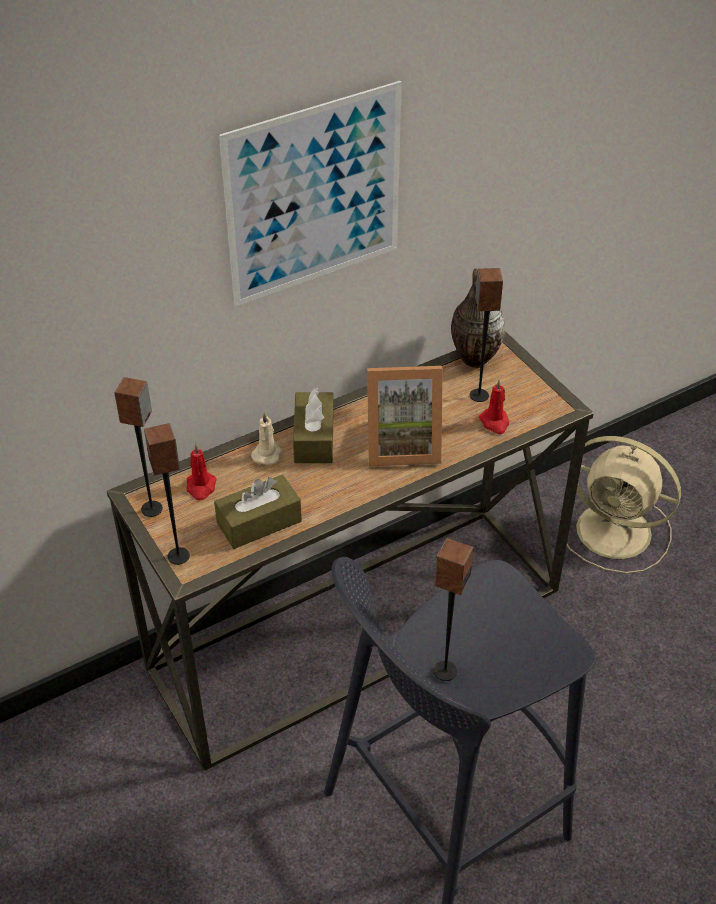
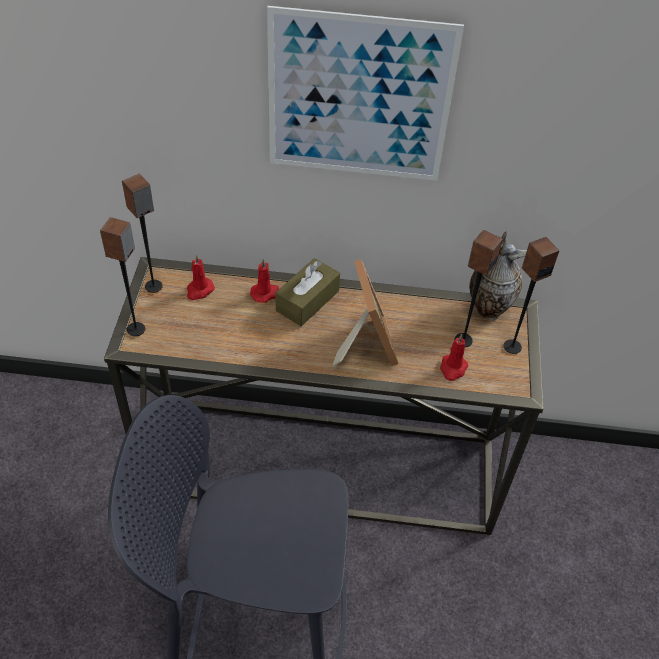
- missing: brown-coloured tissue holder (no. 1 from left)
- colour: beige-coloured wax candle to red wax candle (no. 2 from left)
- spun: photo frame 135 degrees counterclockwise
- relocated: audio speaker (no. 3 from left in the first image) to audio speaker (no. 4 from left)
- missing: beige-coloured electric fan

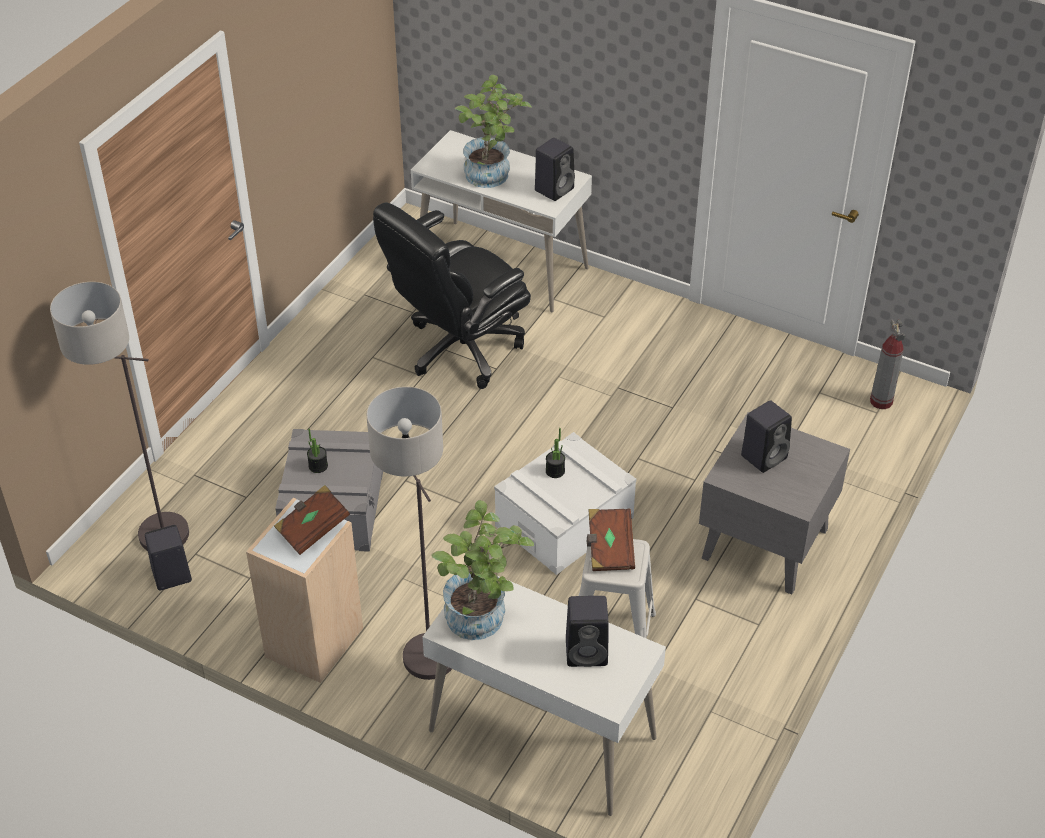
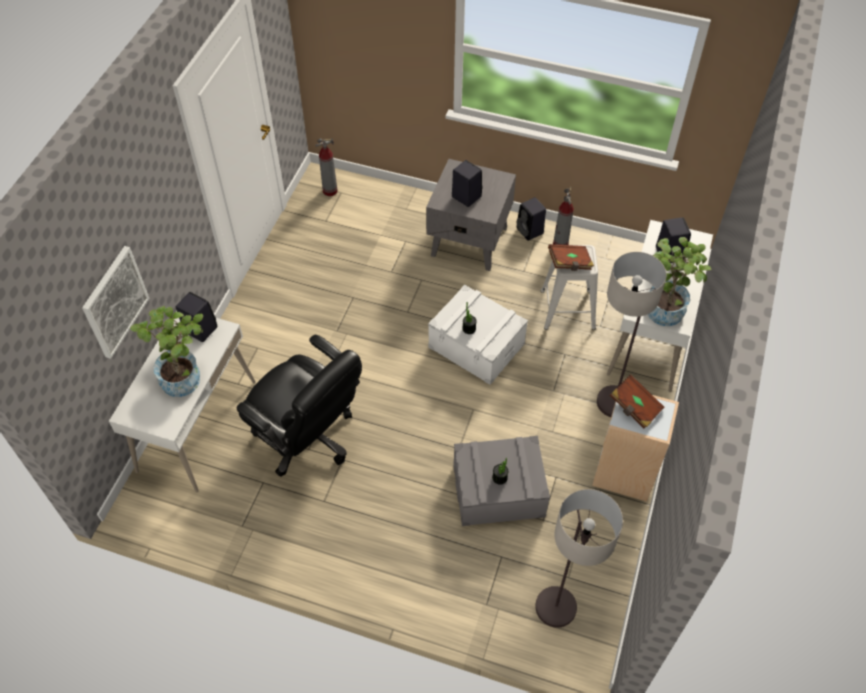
- relocated: black audio speaker (no. 1 from left in the first image) to black audio speaker (no. 3 from left)
- appeared: wall art
- appeared: fire extinguisher (no. 2 from left)

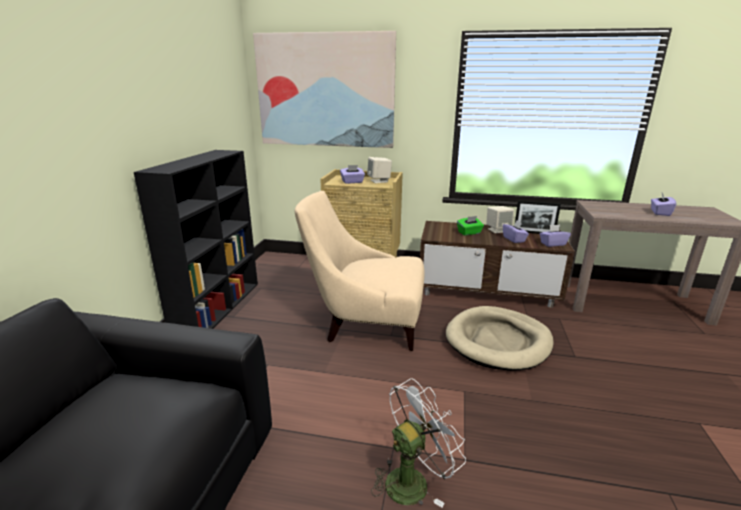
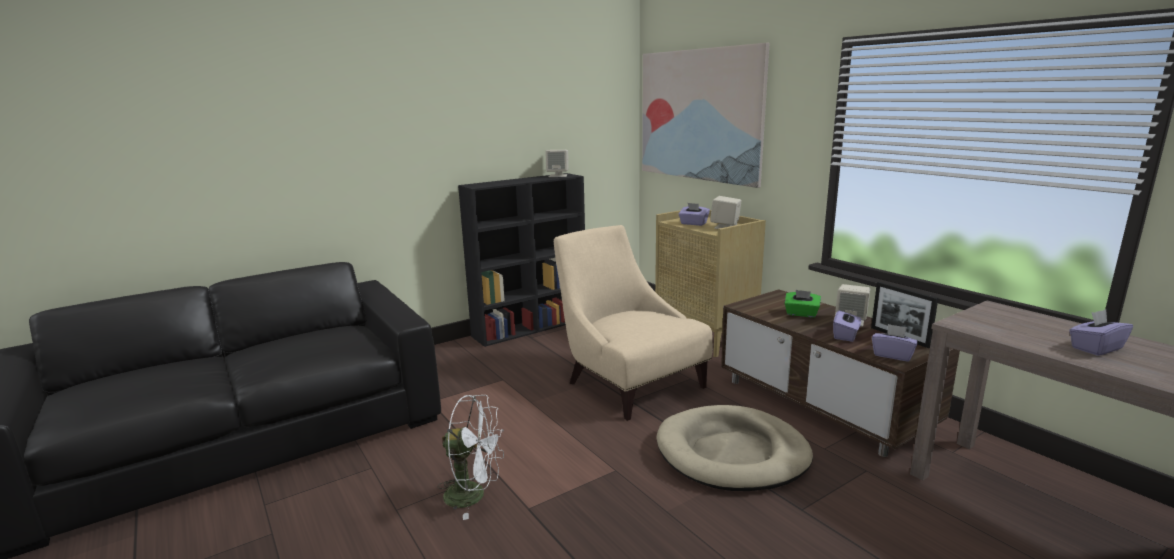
- appeared: beige-coloured audio speaker (no. 1 from left)

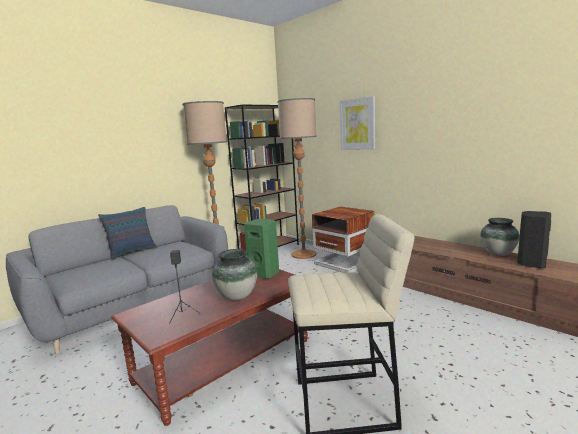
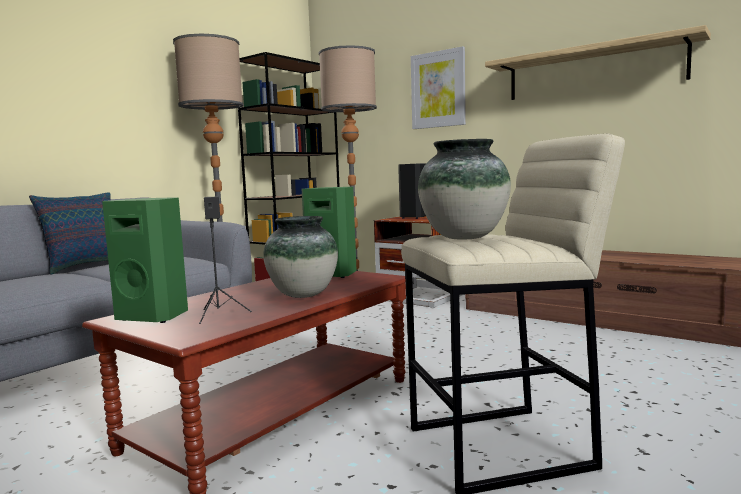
- relocated: vase (no. 2 from left)
- relocated: black audio speaker (no. 2 from left)
- appeared: greenish audio speaker (no. 1 from left)
- appeared: shelf

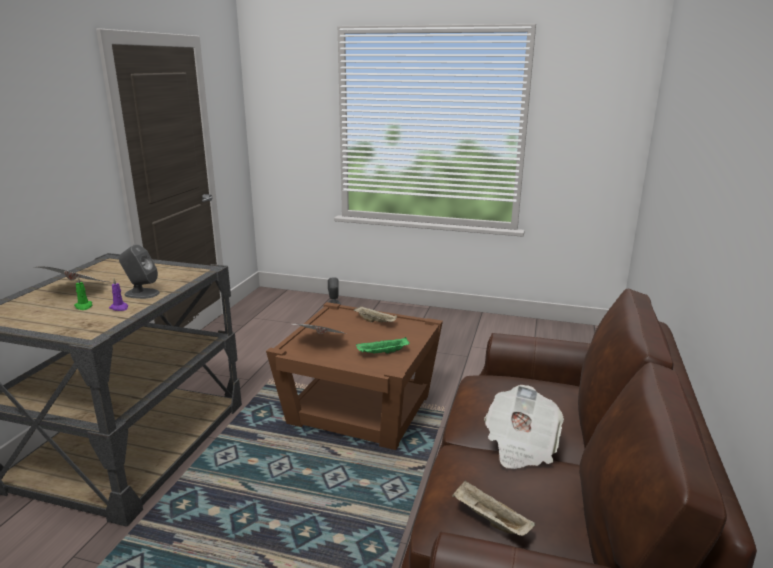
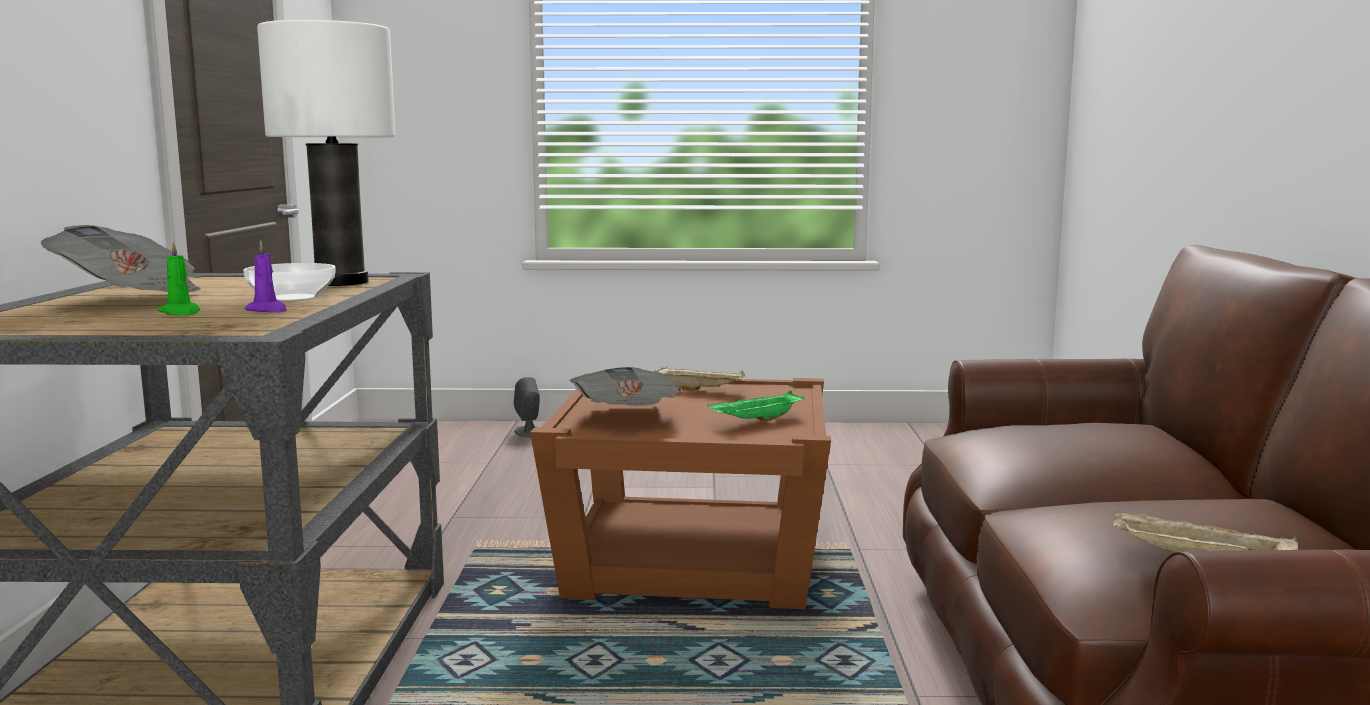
- exchanged: greyish audio speaker (no. 1 from left) to serving bowl
- missing: daily paper (no. 3 from left)
- appeared: whitish table lamp

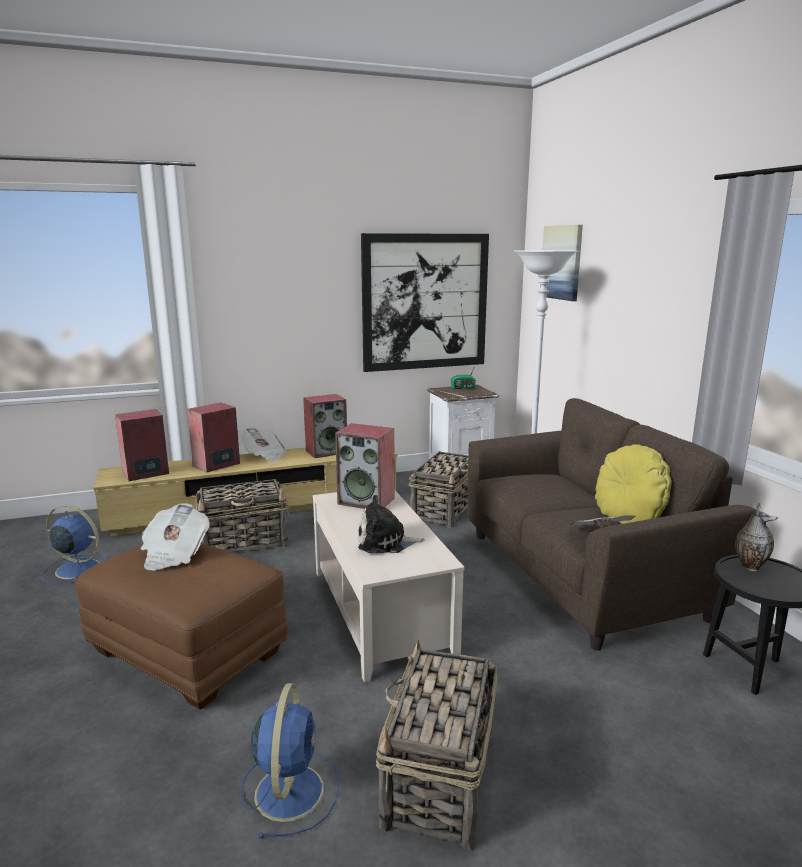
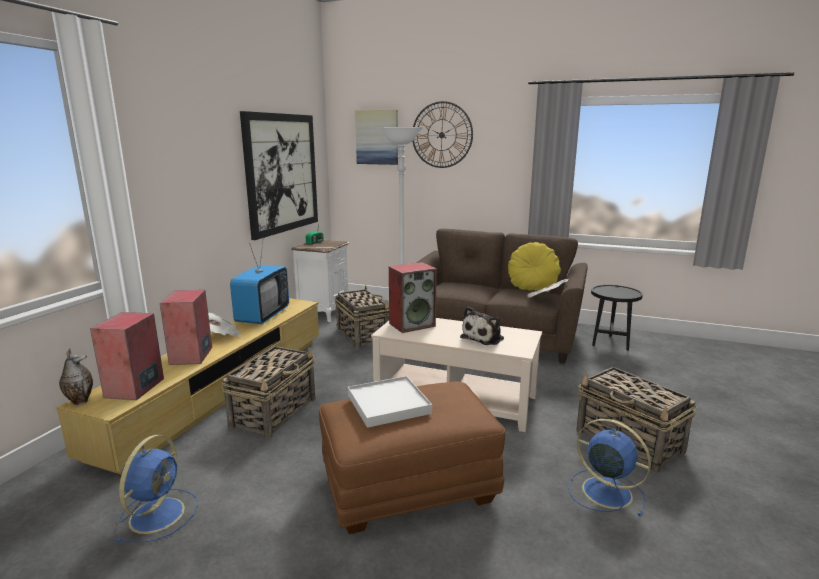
- spun: bluish electric fan (no. 1 from left) 135 degrees clockwise
- exchanged: daily paper (no. 1 from left) to whitish carrying tray
- exchanged: audio speaker (no. 3 from left) to TV set
- relocated: vase
- appeared: clock on the wall

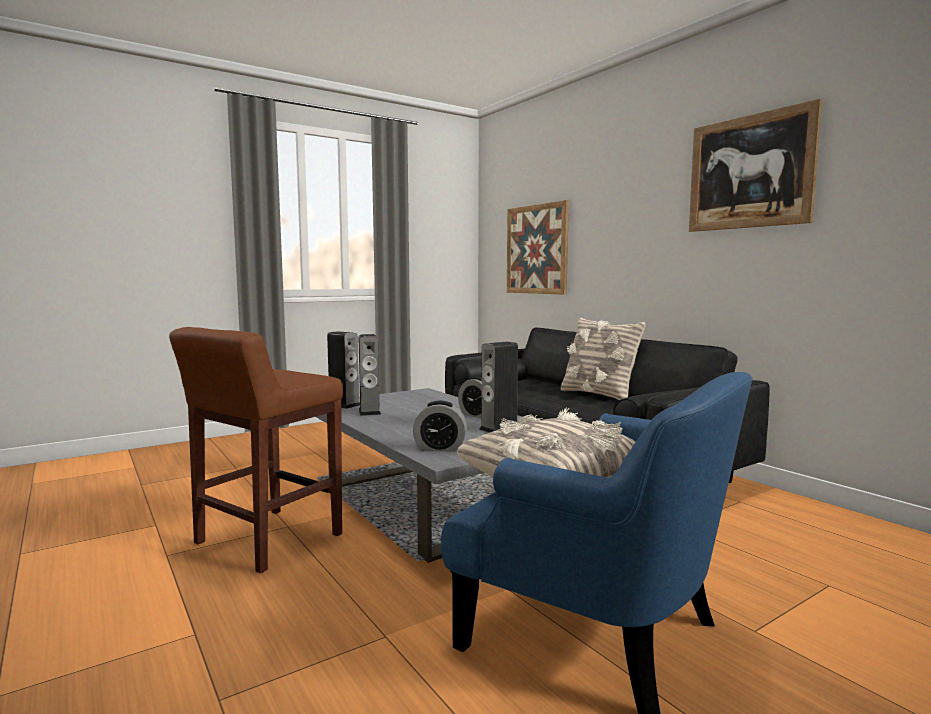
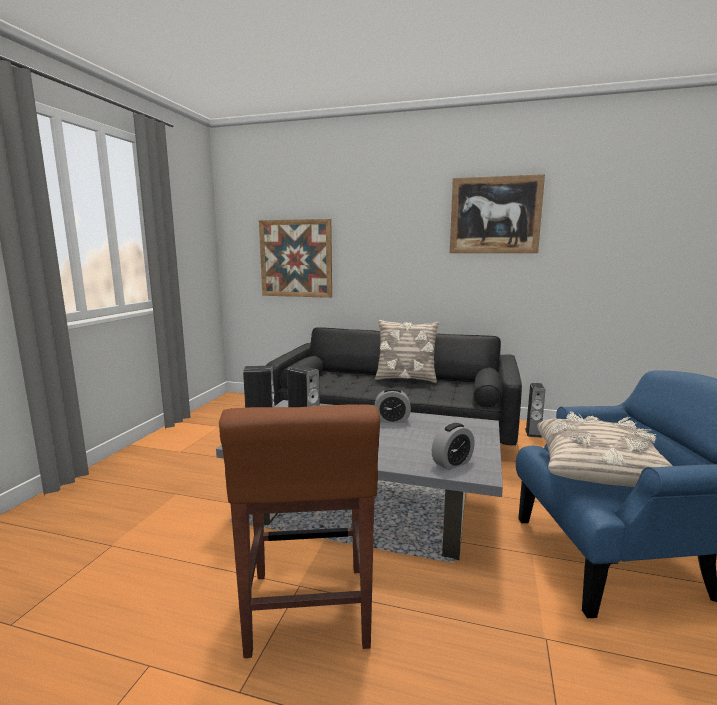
- relocated: audio speaker (no. 3 from left)

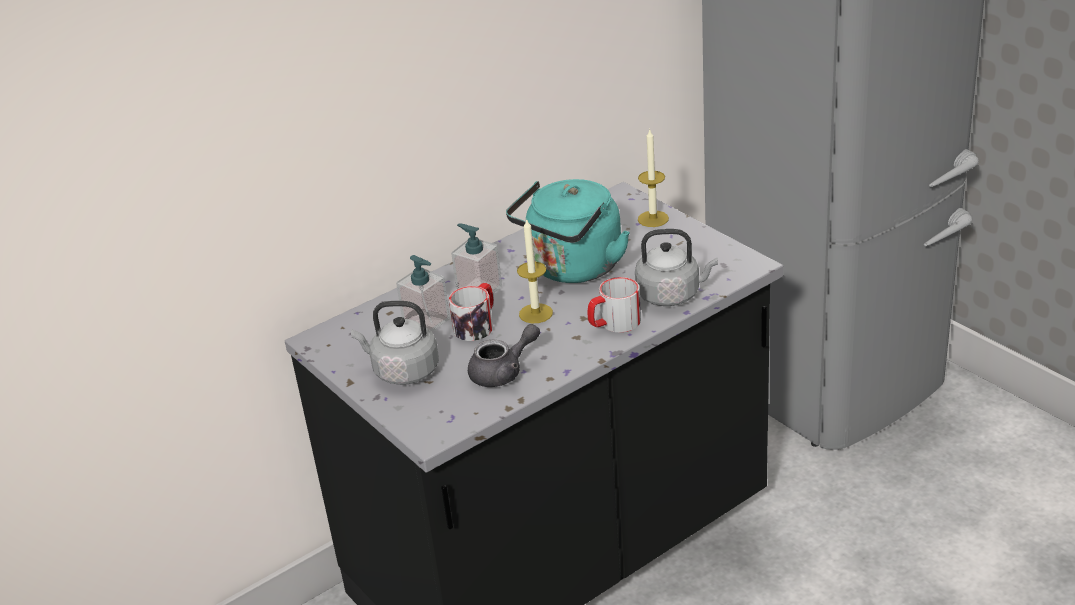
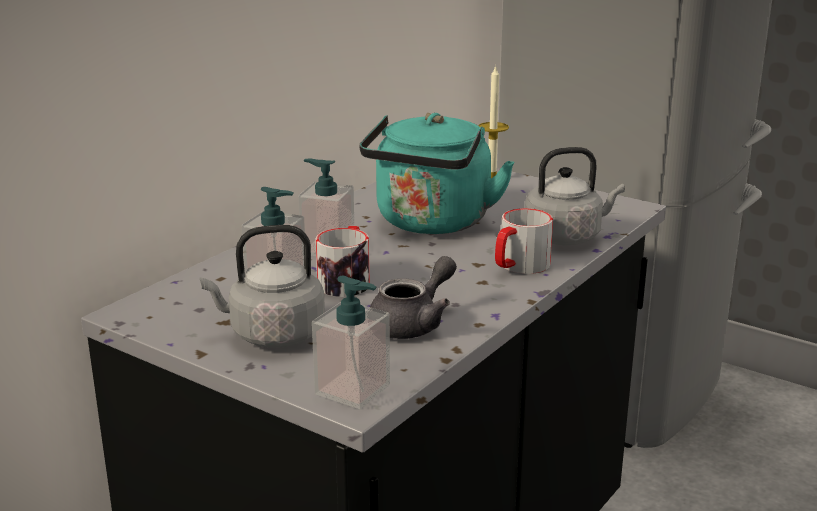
- missing: wax candle (no. 1 from left)
- appeared: soap bottle (no. 3 from left)

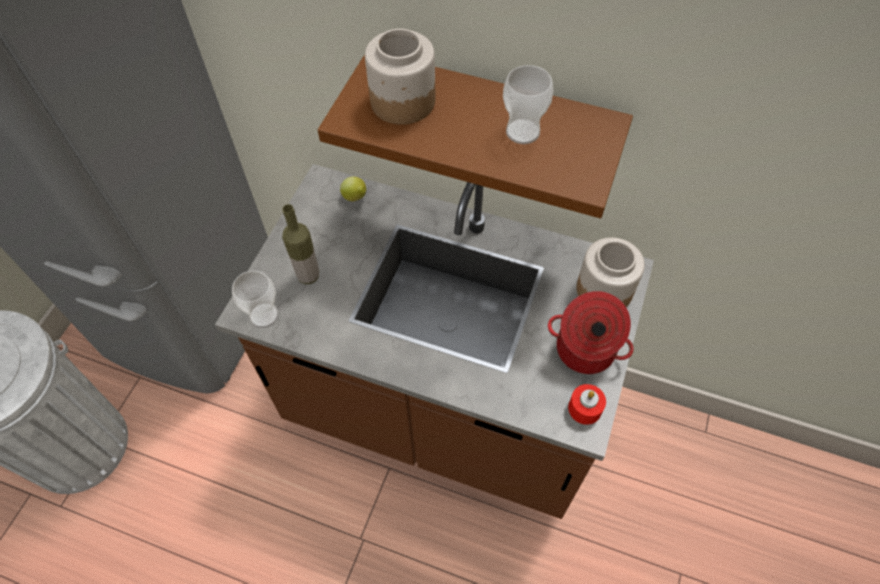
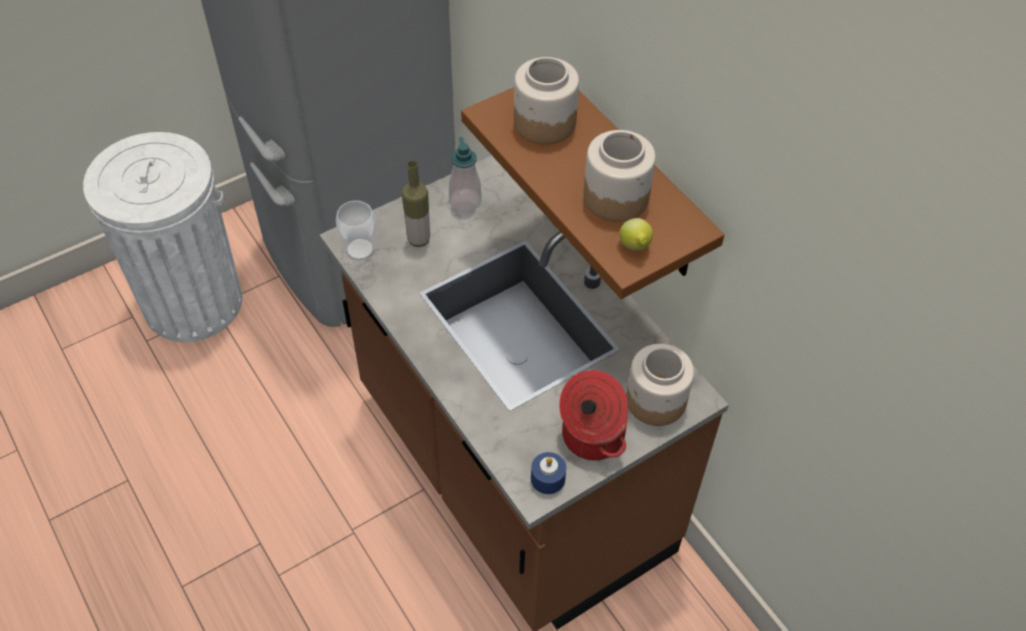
- relocated: lemon
- exchanged: drinking cup (no. 2 from left) to jar (no. 2 from left)
- colour: red wax candle to bluish wax candle
- appeared: soap bottle

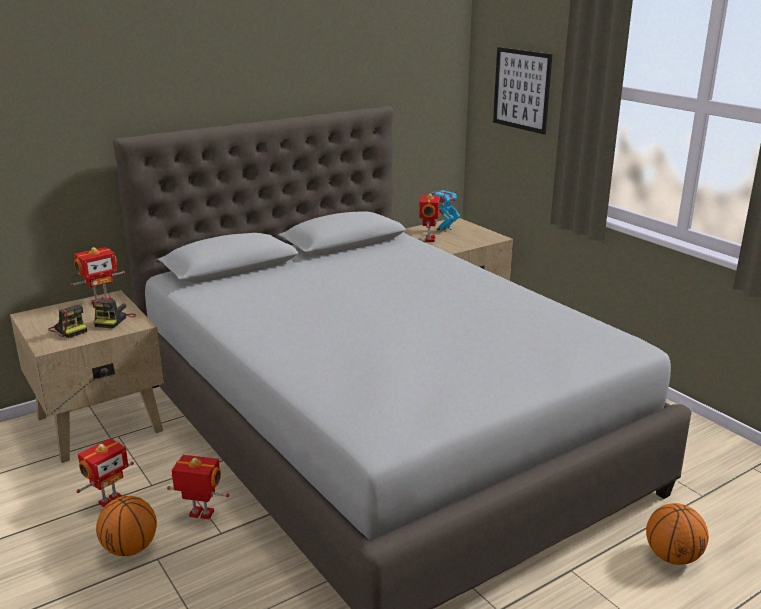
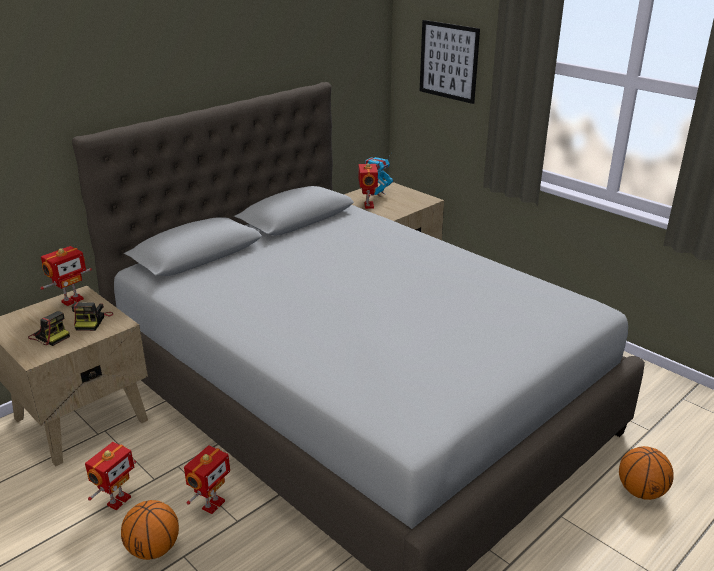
- spun: model robot (no. 3 from left) 120 degrees clockwise

